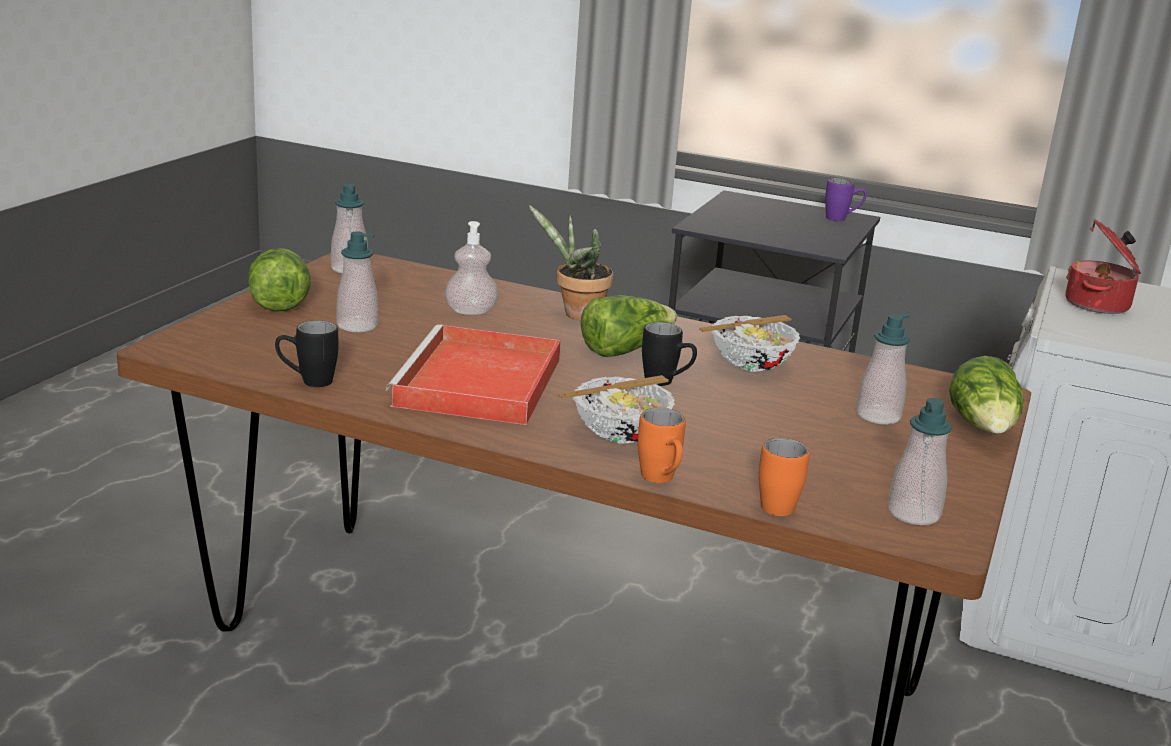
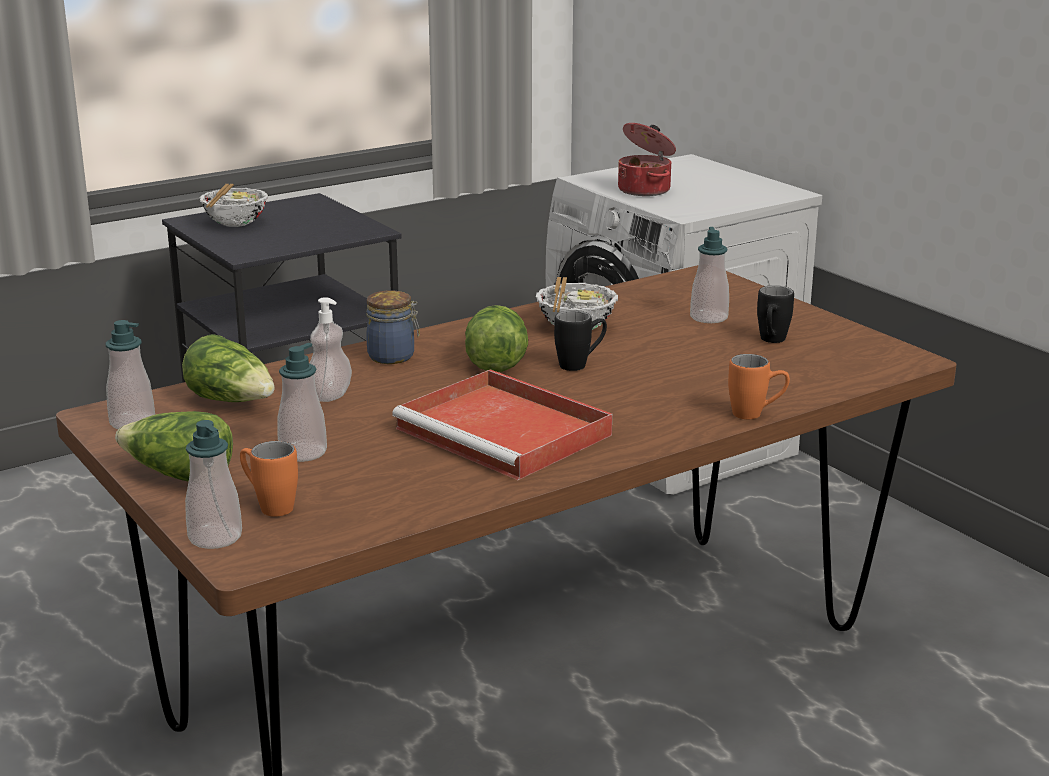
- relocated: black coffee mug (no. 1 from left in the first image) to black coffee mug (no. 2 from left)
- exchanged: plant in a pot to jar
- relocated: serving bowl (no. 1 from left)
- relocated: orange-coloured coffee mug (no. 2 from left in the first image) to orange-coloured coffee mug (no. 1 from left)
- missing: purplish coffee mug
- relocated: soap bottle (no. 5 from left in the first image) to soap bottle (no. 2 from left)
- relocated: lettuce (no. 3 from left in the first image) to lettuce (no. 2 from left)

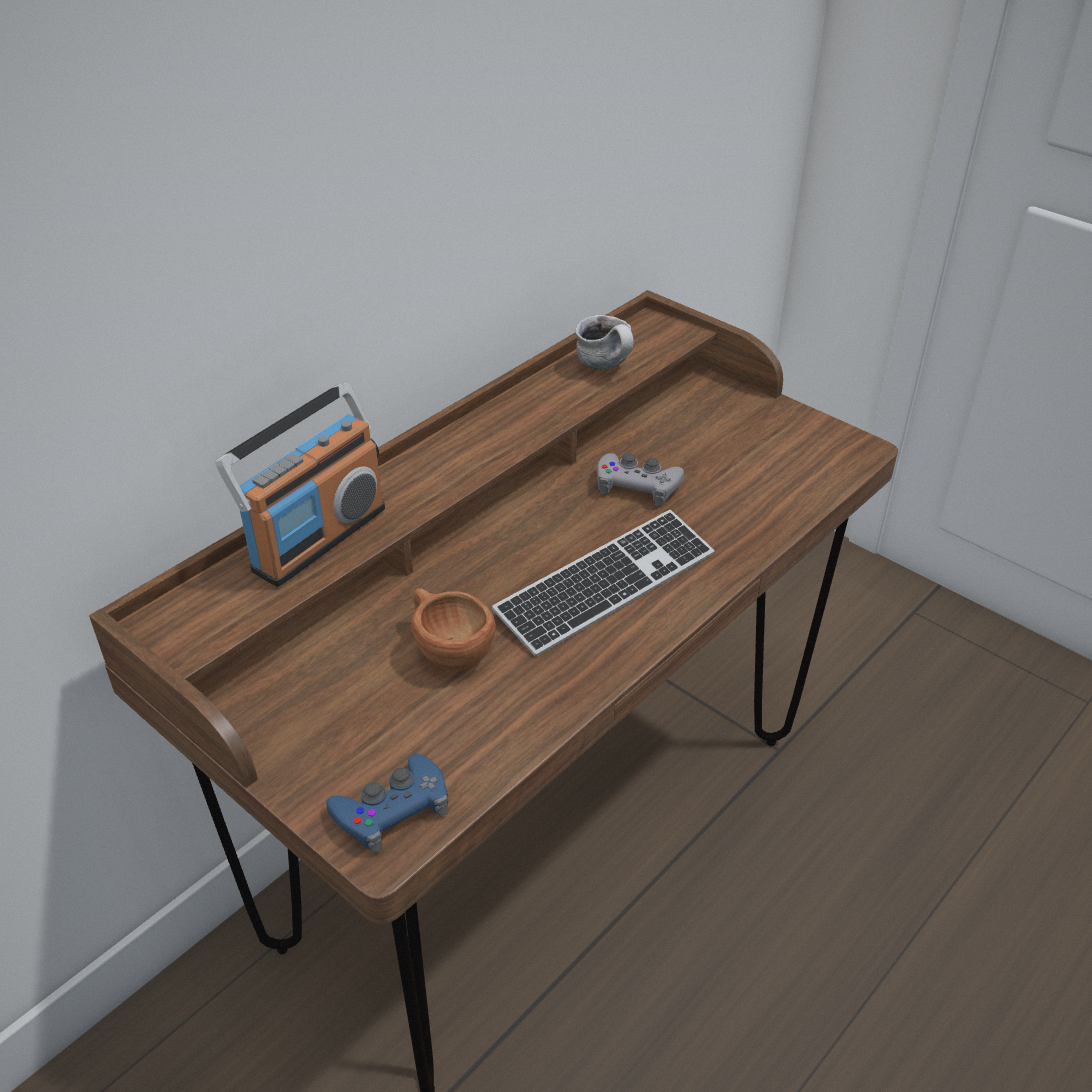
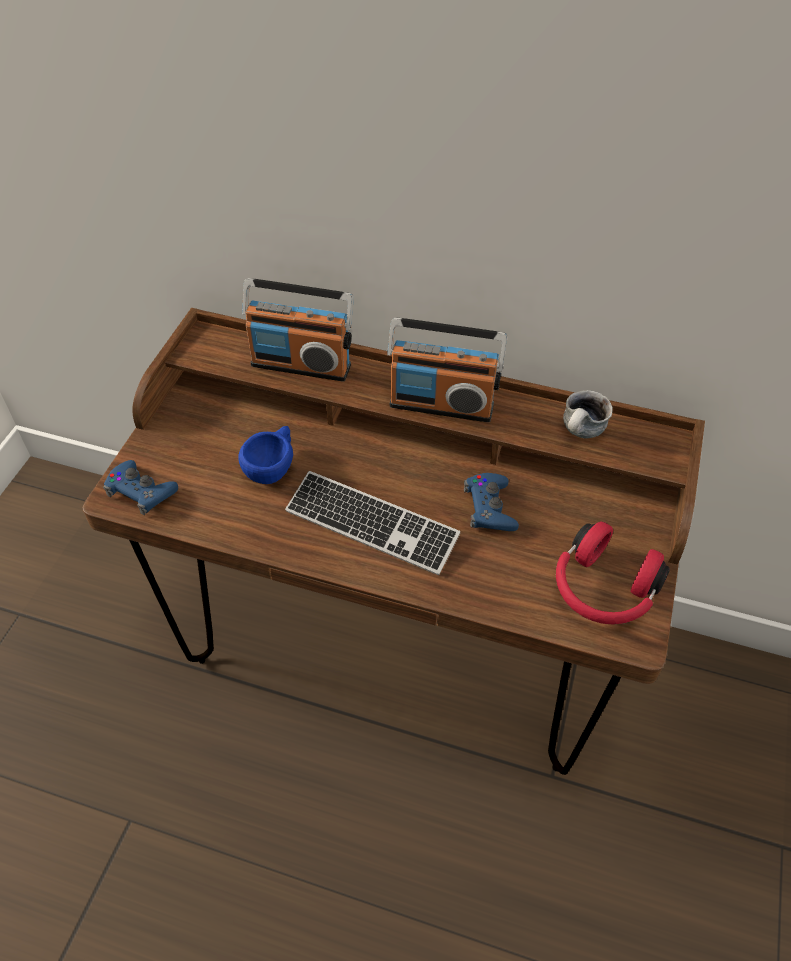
- colour: brown-coloured drinking cup to bluish drinking cup
- colour: greyish game controller to bluish game controller (no. 2 from left)
- appeared: radio receiver (no. 2 from left)
- appeared: red headphones

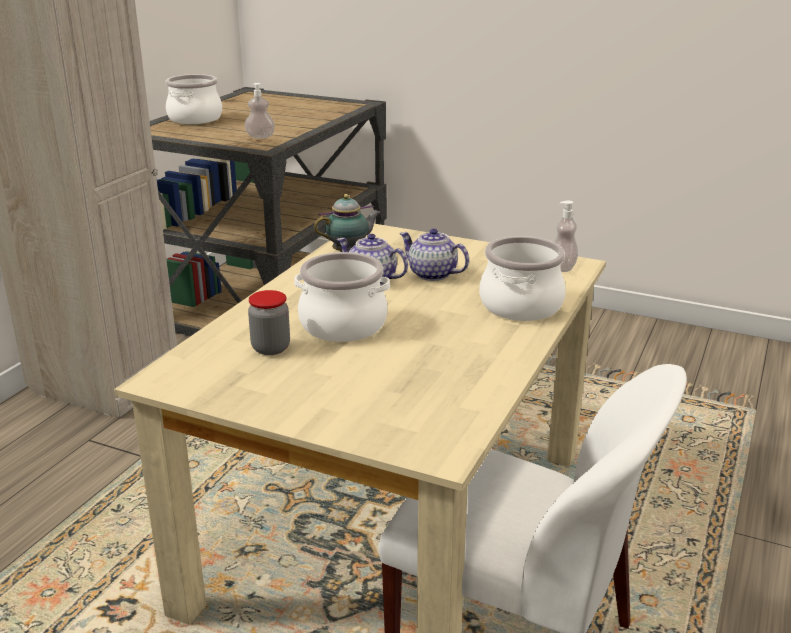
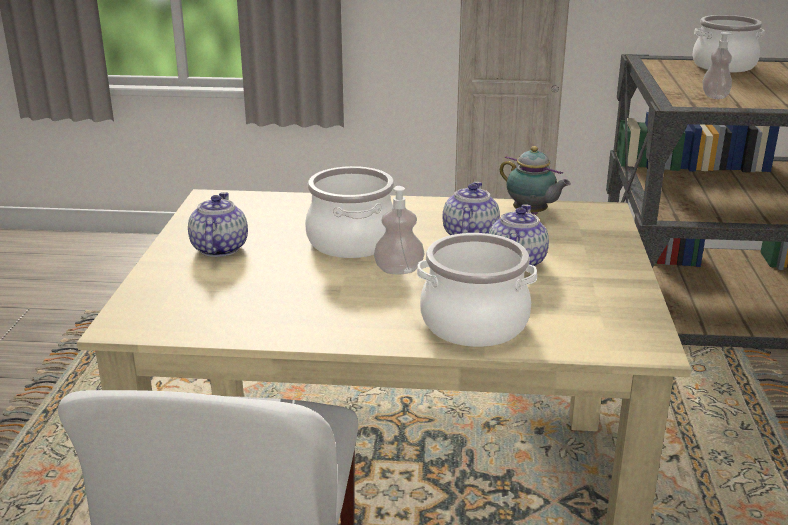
- missing: jar
- relocated: soap bottle (no. 2 from left in the first image) to soap bottle (no. 1 from left)
- appeared: pot for tea (no. 1 from left)

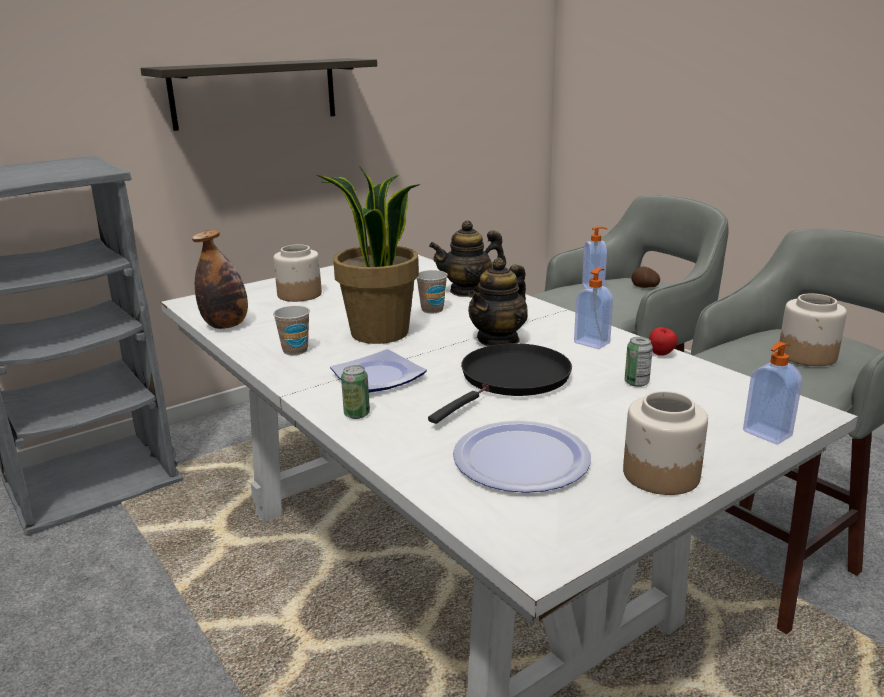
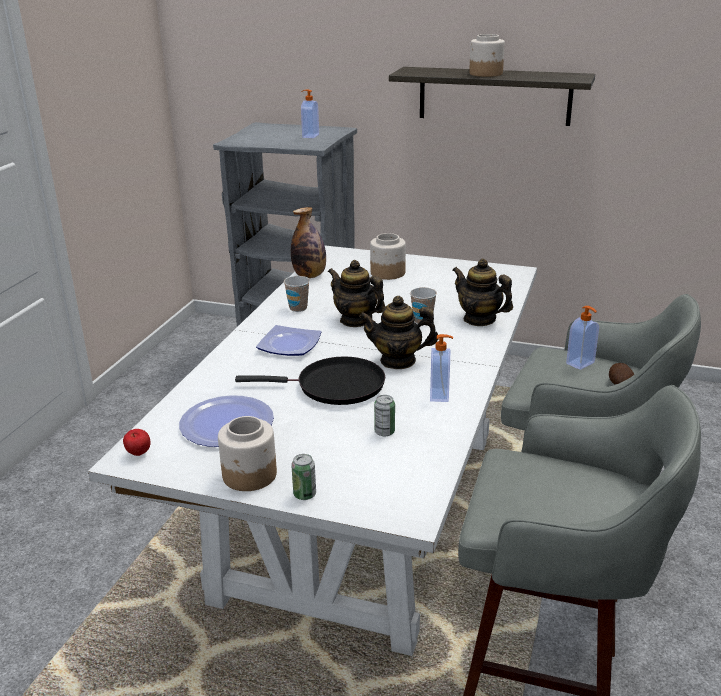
- exchanged: plant in a pot to pot for tea (no. 1 from left)
- relocated: can (no. 1 from left)
- relocated: whole apple
- relocated: soap bottle (no. 3 from left in the first image) to soap bottle (no. 1 from left)
- relocated: jar (no. 3 from left)

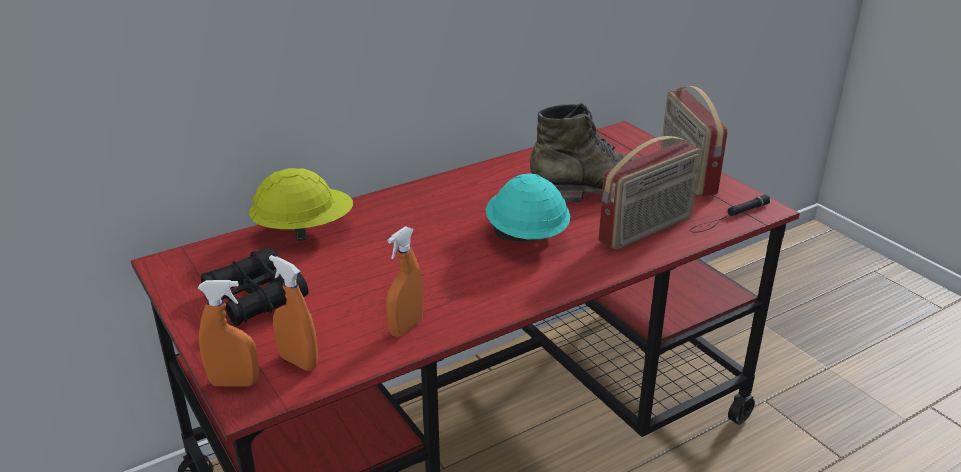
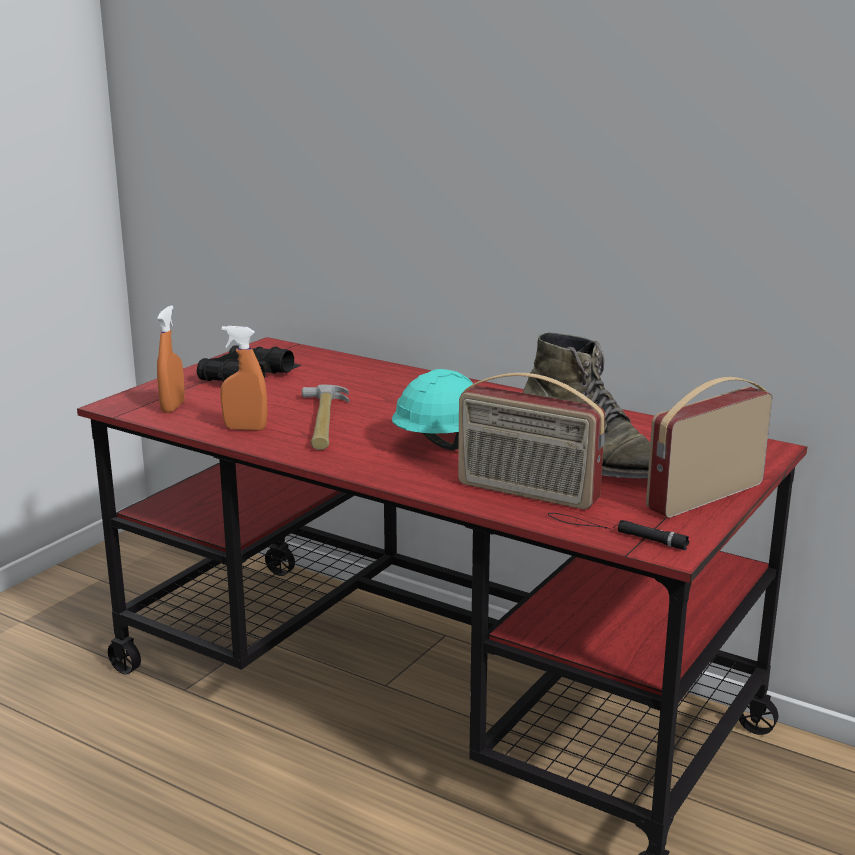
- missing: orange-coloured sprayer (no. 1 from left)
- missing: yellow-coloured hard hat
- appeared: hammer

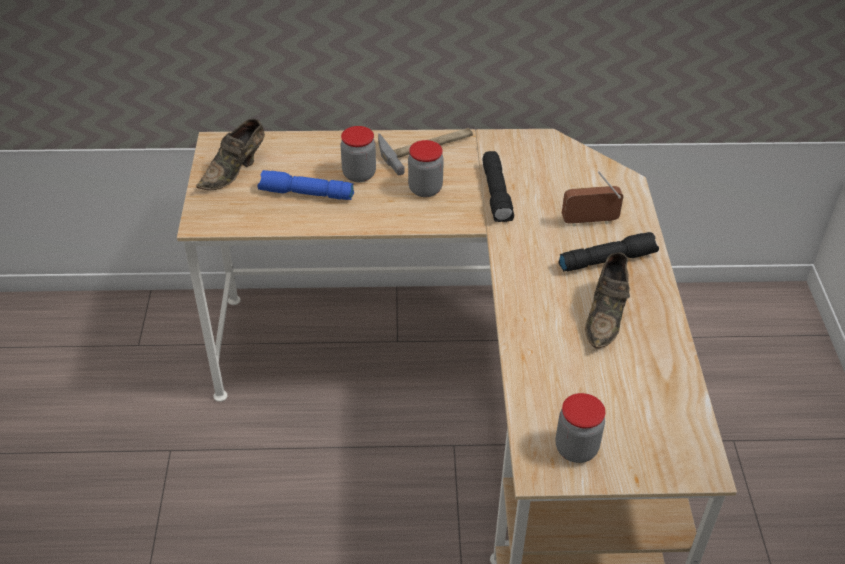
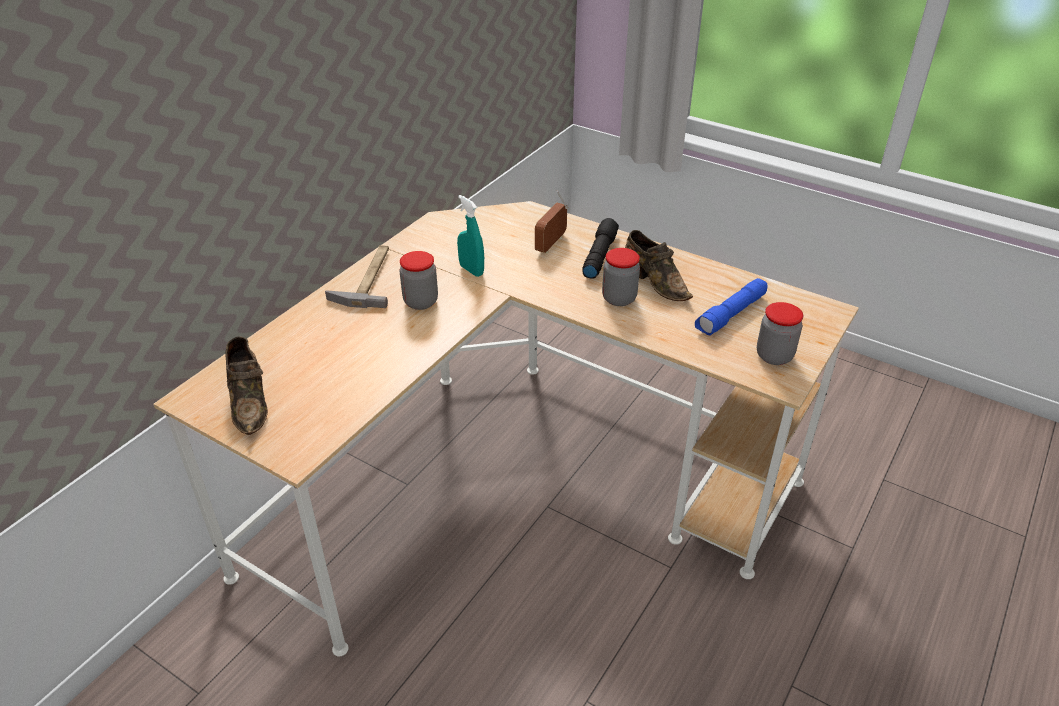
- relocated: bluish torch
- relocated: jar (no. 1 from left in the first image) to jar (no. 2 from left)
- exchanged: black torch (no. 1 from left) to turquoise sprayer

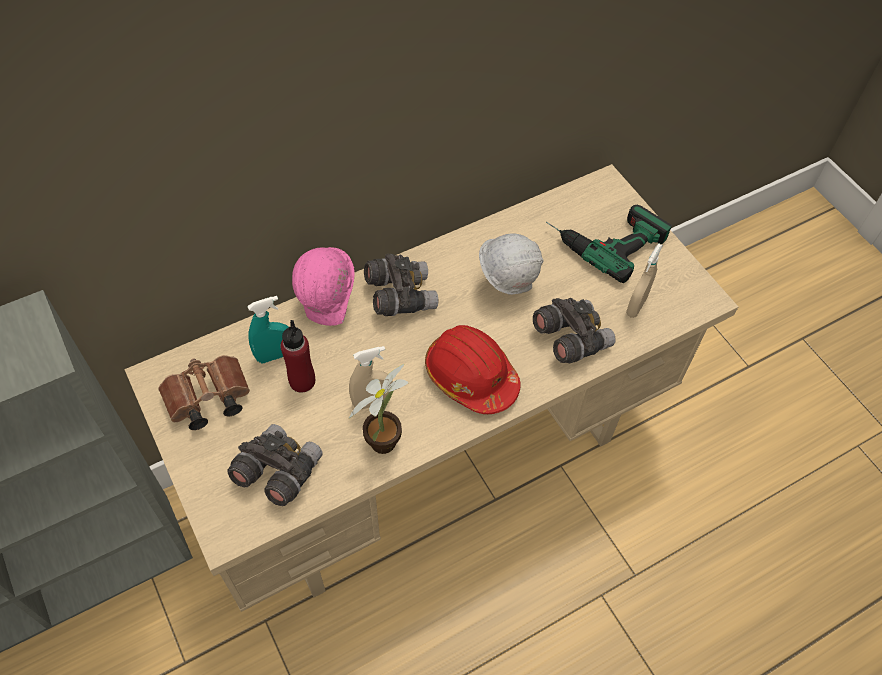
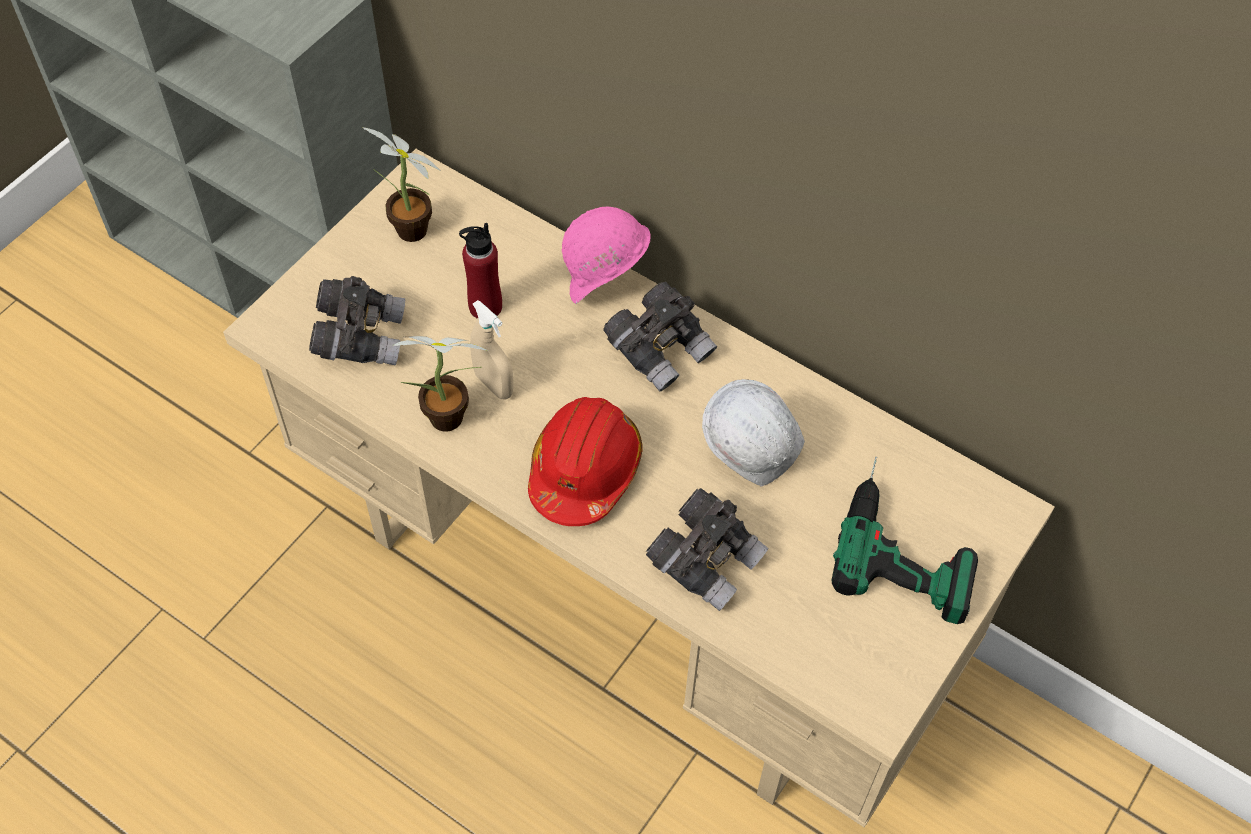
- exchanged: brown-coloured pair of binoculars to plant in a pot (no. 1 from left)
- missing: turquoise sprayer
- missing: beige-coloured sprayer (no. 2 from left)

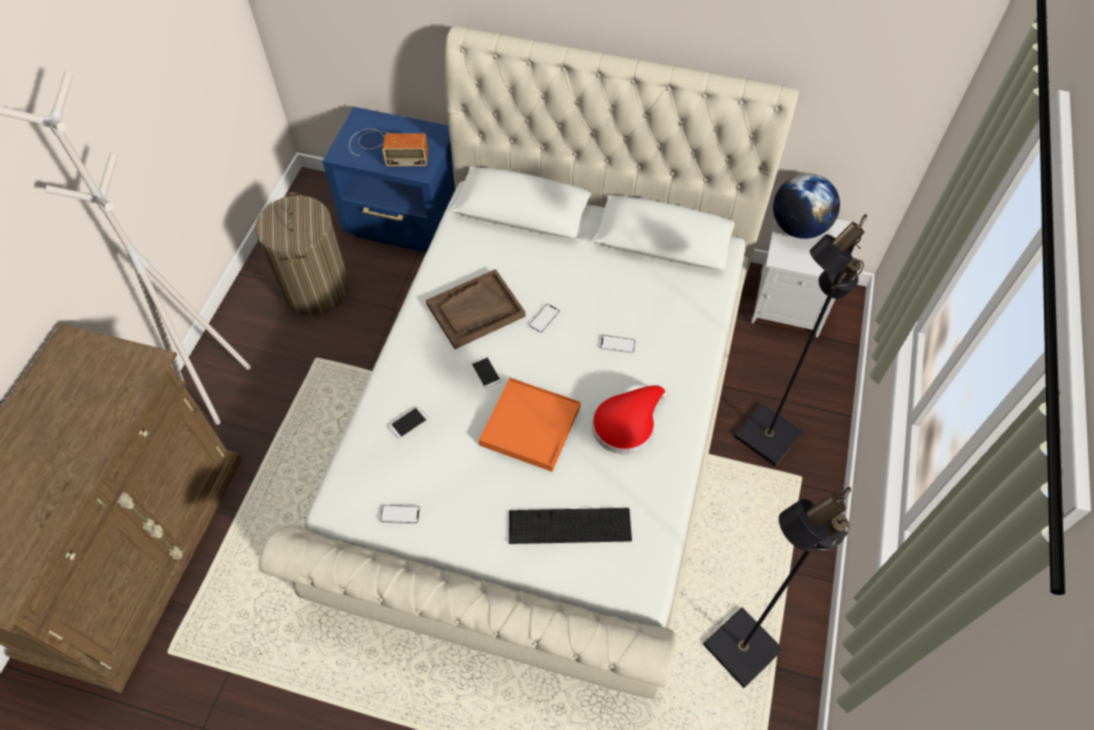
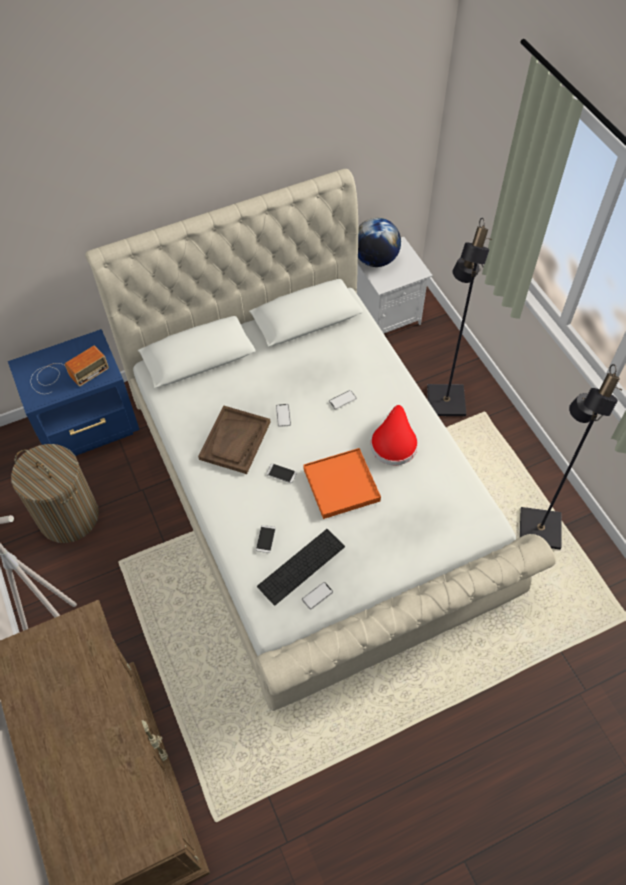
- relocated: PC keyboard

